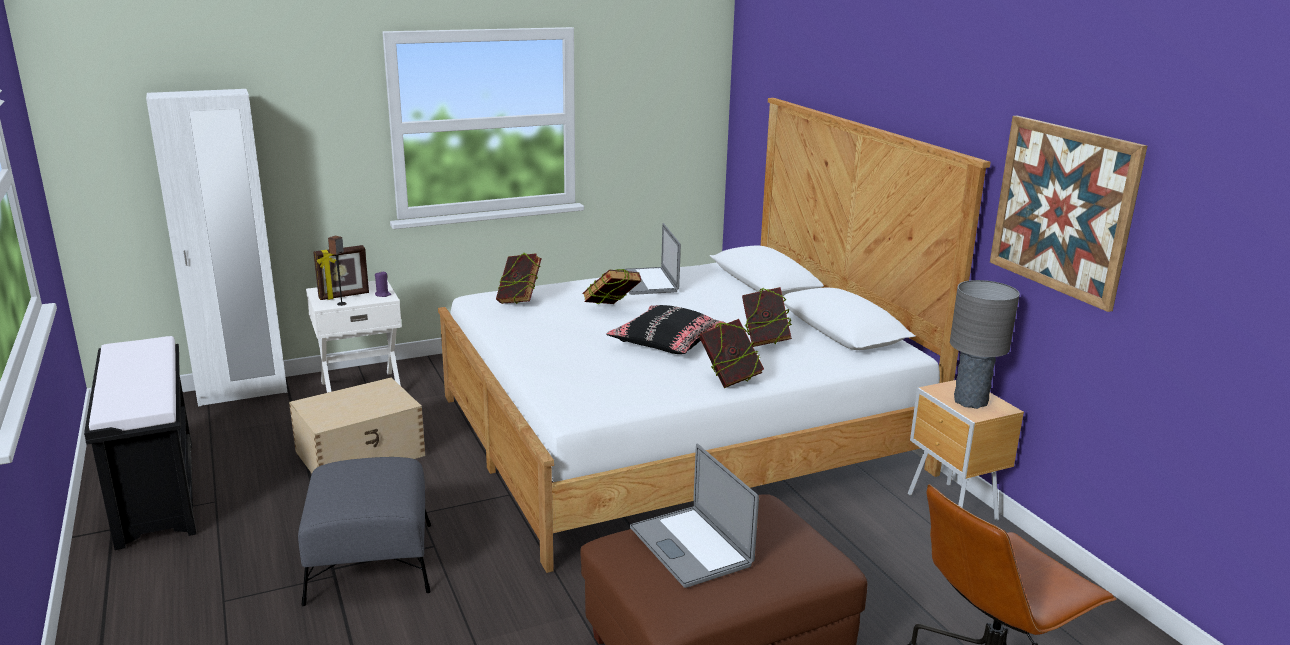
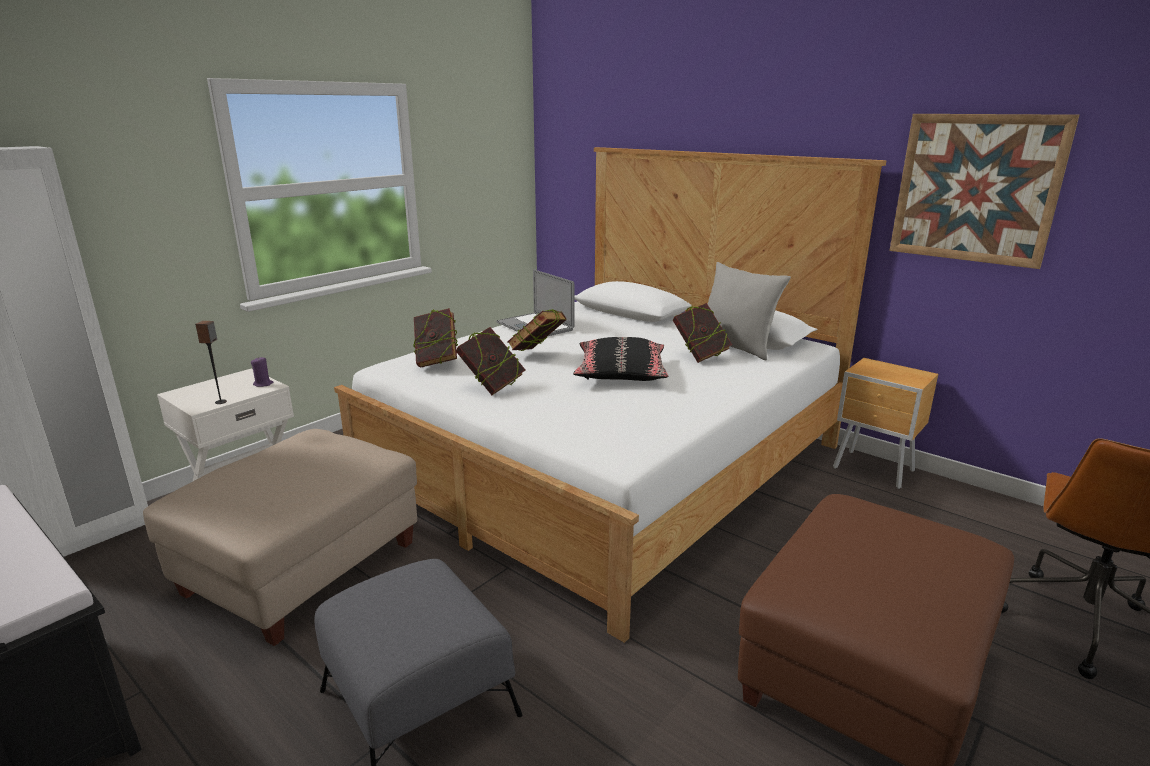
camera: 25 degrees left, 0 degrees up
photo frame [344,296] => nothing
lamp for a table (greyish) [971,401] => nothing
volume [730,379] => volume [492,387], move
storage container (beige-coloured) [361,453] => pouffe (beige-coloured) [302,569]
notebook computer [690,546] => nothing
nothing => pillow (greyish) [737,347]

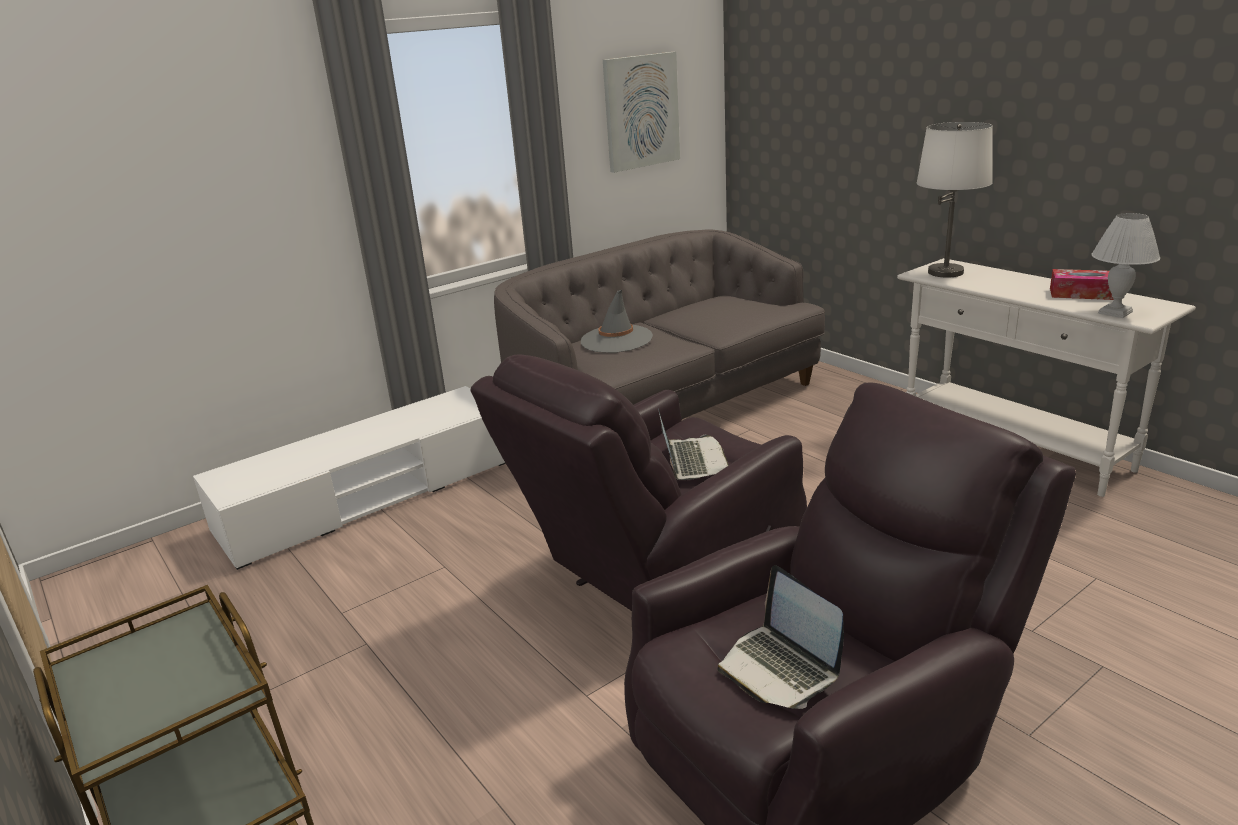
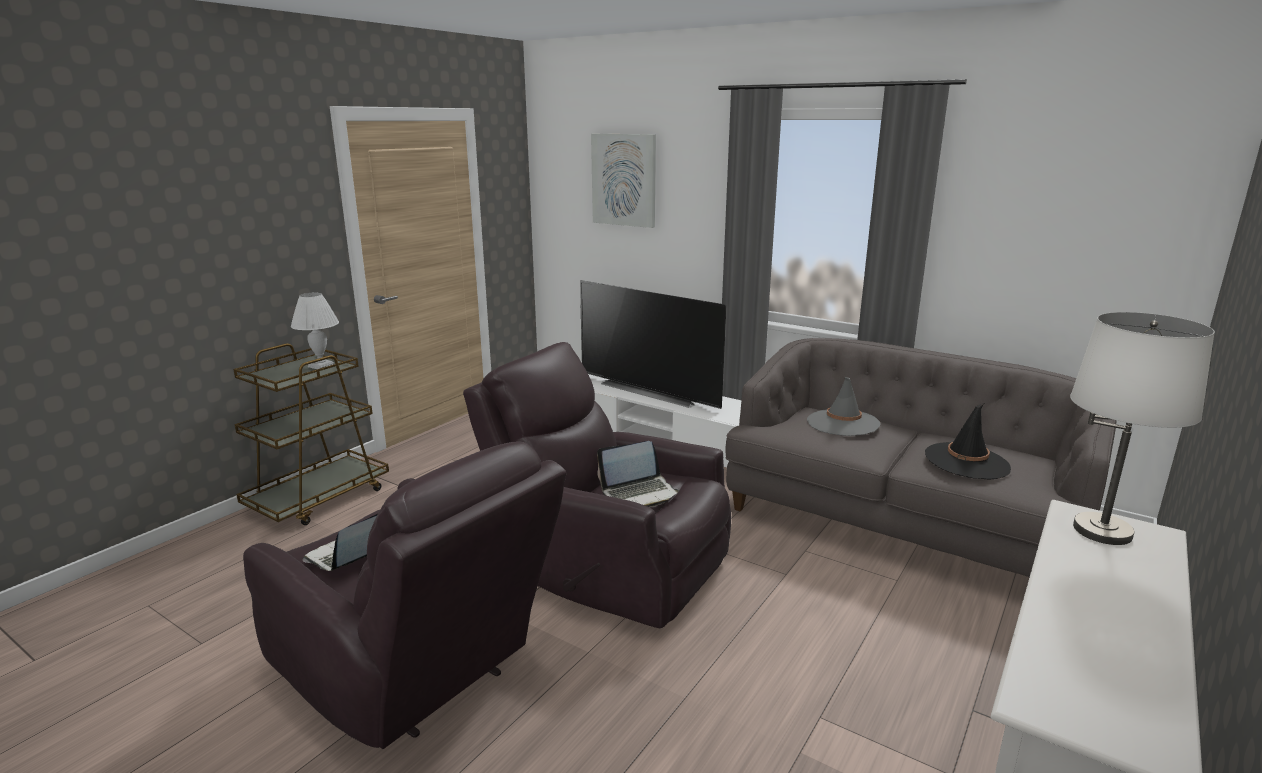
camera: 70 degrees right, 5 degrees down
picture [641,111] => picture [624,180], move
lamp for a table (white-coloured) [1115,312] => lamp for a table (white-coloured) [322,366], move
tissue holder [1083,294] => nothing
nothing => TV [651,391]
nothing => clothing hat (black-coloured) [967,461]

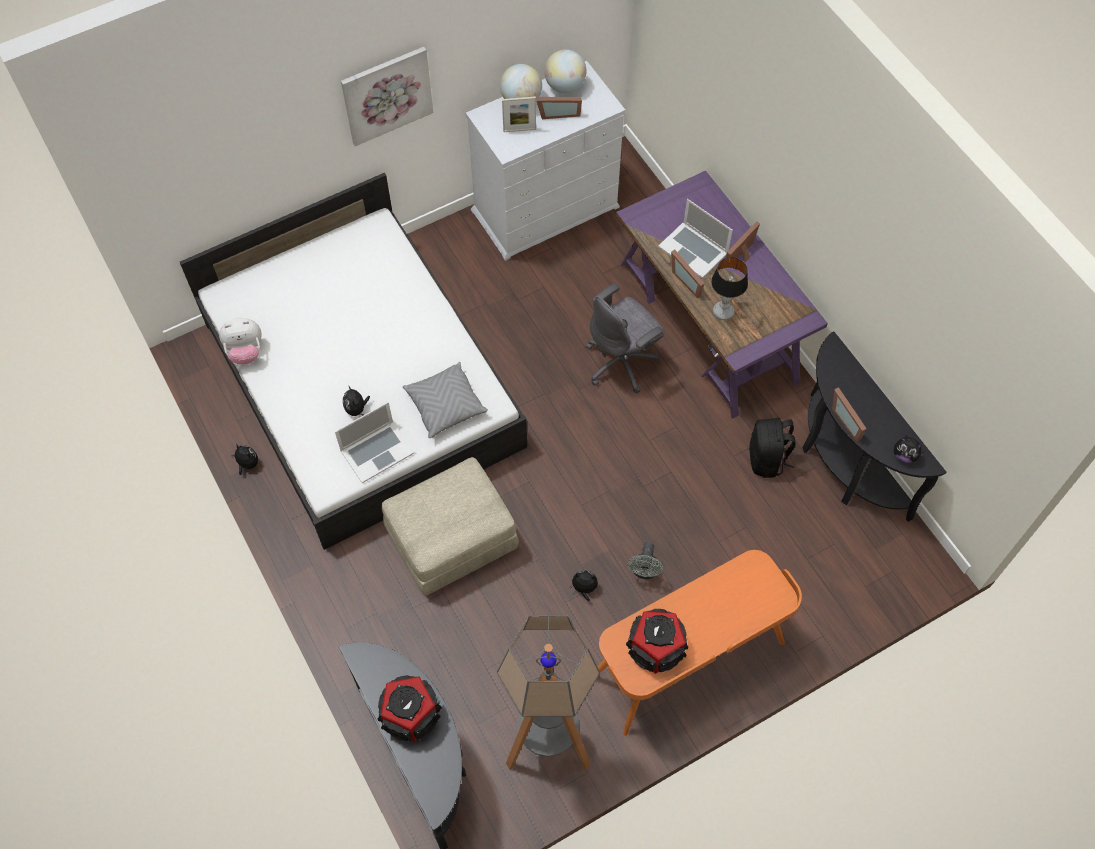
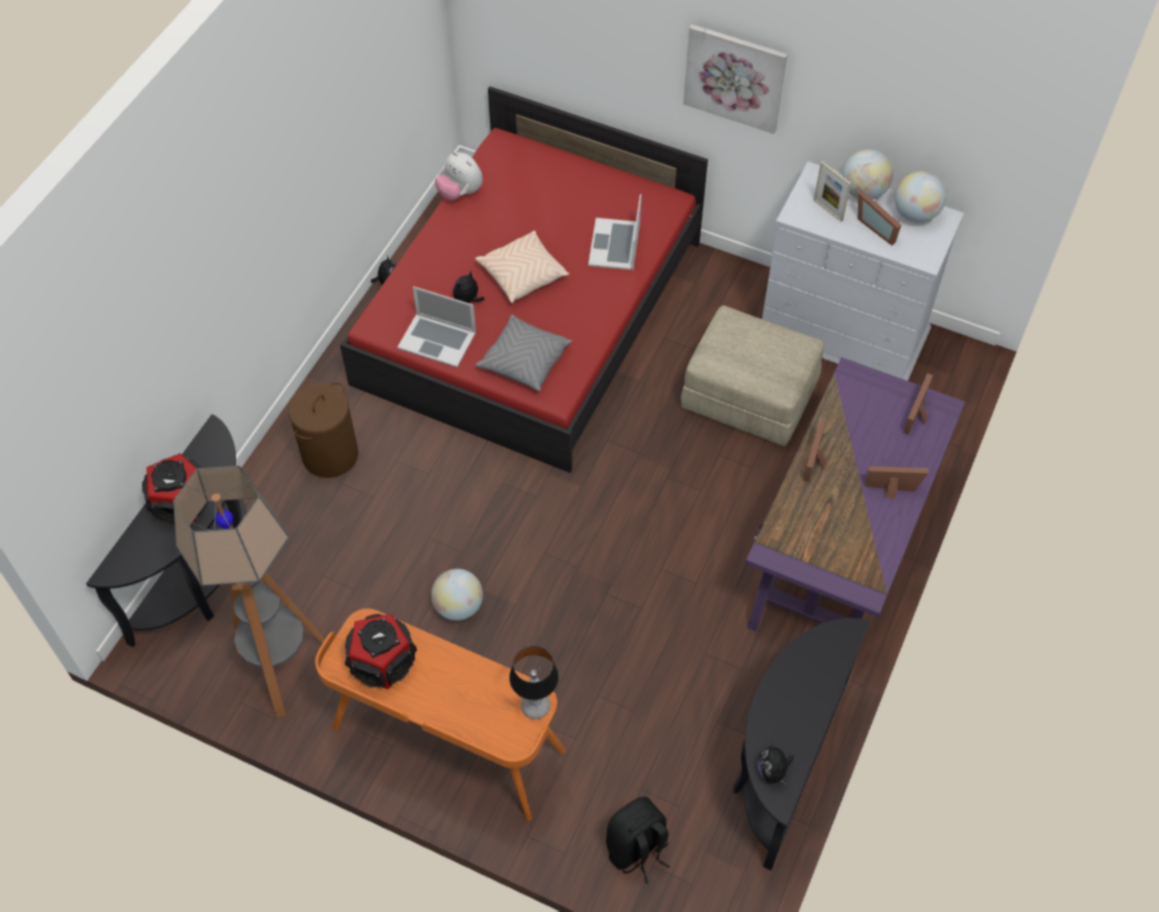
camera: 55 degrees right, 5 degrees down
bedroom bed (white-coloured) [362,385] => bedroom bed (red-coloured) [529,312]
notebook computer [693,249] => notebook computer [615,244], move
lamp for a table [723,312] => lamp for a table [535,707], move
desk chair (greyish) [622,362] => nothing
photo frame [848,420] => photo frame [919,416], move
knapsack (black-coloured) [767,459] => knapsack (black-coloured) [637,849], move
pouffe (beige-coloured) [452,538] => pouffe (beige-coloured) [750,396], move
electric fan (greyish) [644,571] => nothing
cuddly toy [584,588] => world globe [458,606]
nothing => pillow (beige-coloured) [523,274]
nothing => washing basket (brown) [330,455]

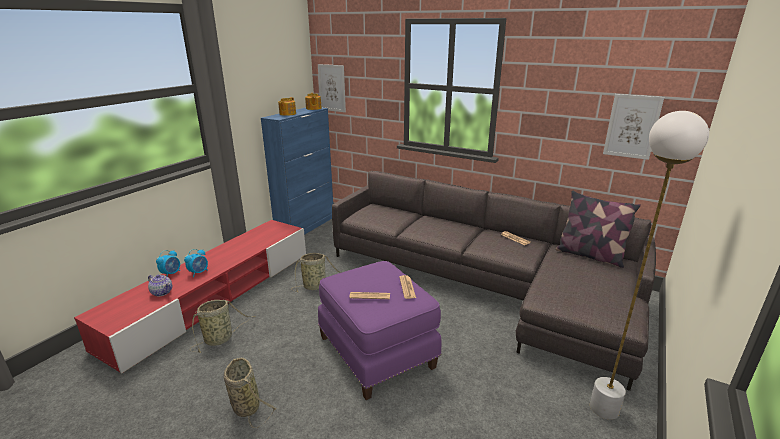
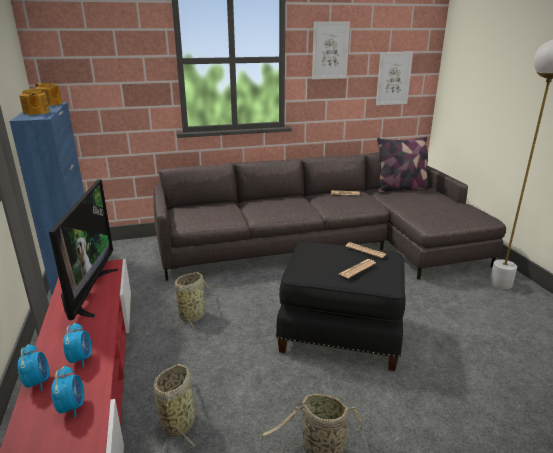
camera: 45 degrees left, 0 degrees up
picture [332,88] => picture [330,50], move
pouffe (purple) [378,351] => pouffe (black-coloured) [340,333]
teapot [162,292] => bedside clock [72,407]
nothing => TV [90,292]

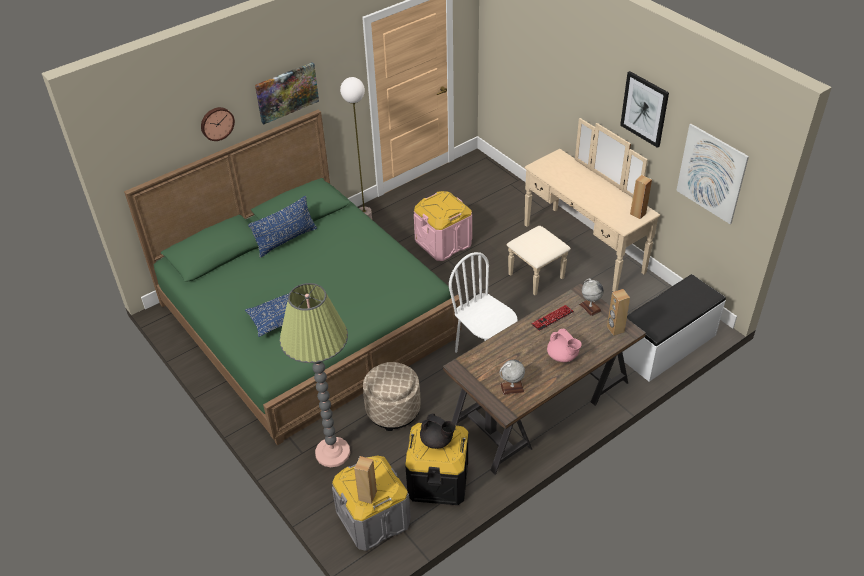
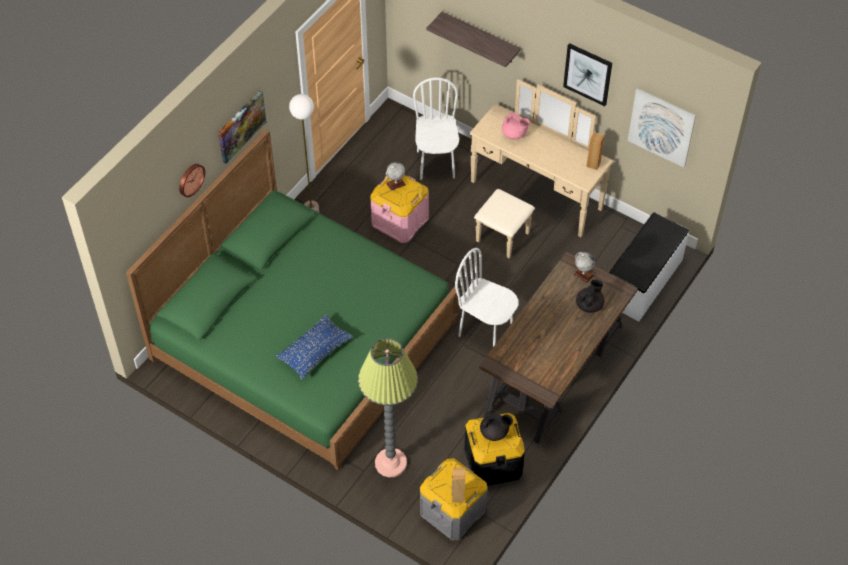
camera: 20 degrees left, 10 degrees up
pillow (blue-coloured) [286,240] => nothing
speaker (brown) [615,329] => nothing
keyboard [552,318] => nothing
teapot (pinkish) [562,356] => teapot (pinkish) [514,134], move
world globe [512,388] => world globe [395,184], move
pouffe (beige-coloured) [393,410] => nothing
nothing => wall shelf [480,38]
nothing => plain chair (white-coloured) [436,164]
nothing => teapot (black-coloured) [589,305]

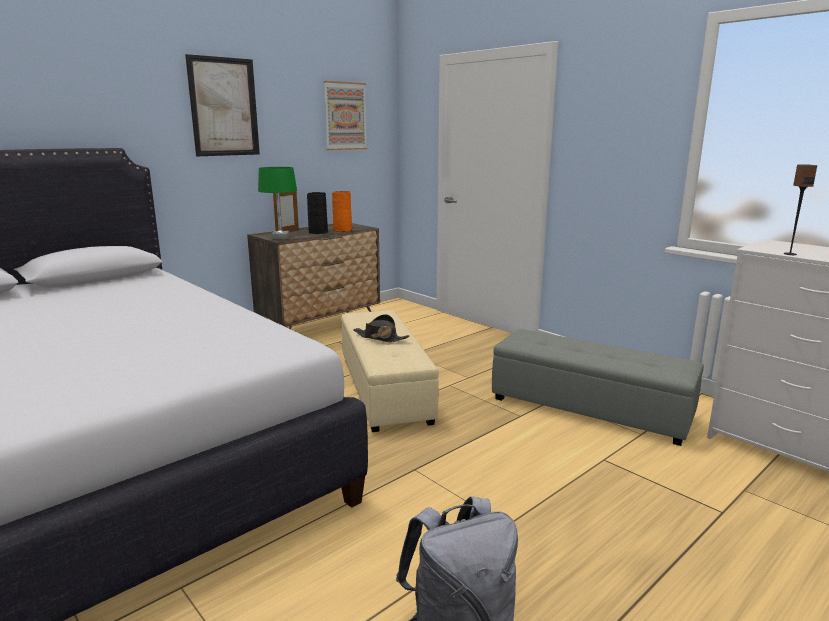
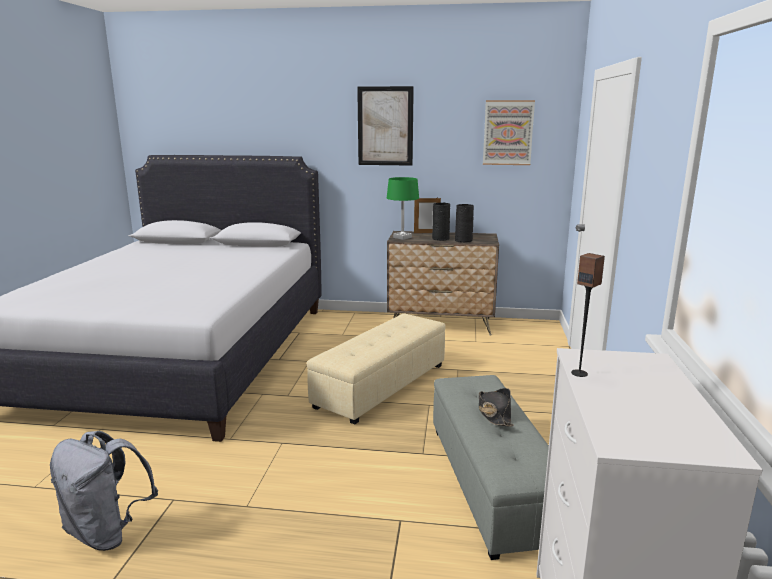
camera: 50 degrees right, 0 degrees up
decorative vase (orange) [343,230] => decorative vase (black-coloured) [464,241]
clothing hat (black-coloured) [380,337] => clothing hat (black-coloured) [494,413], move

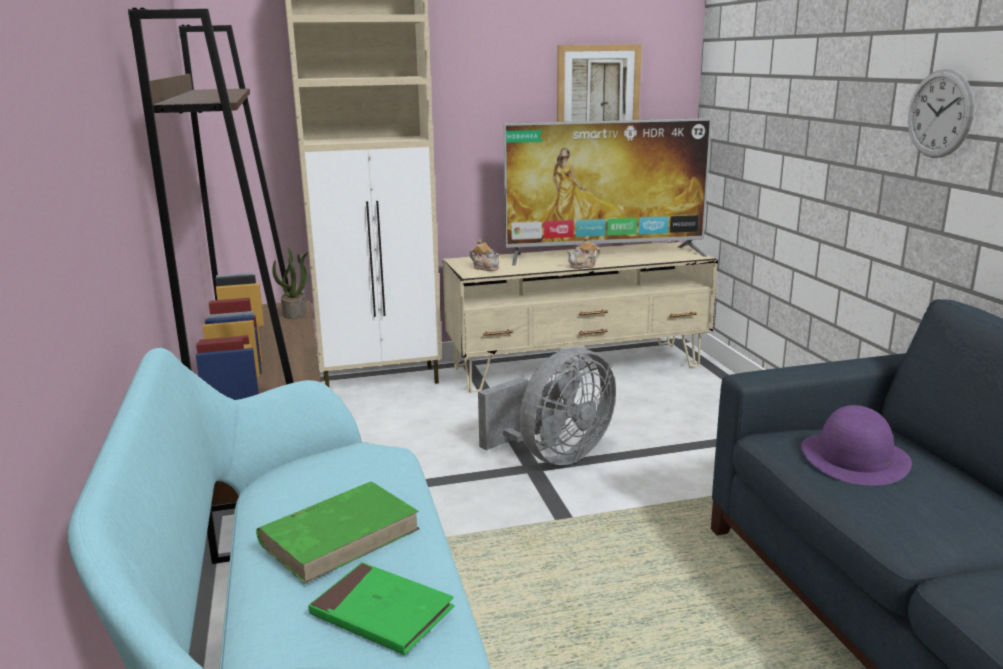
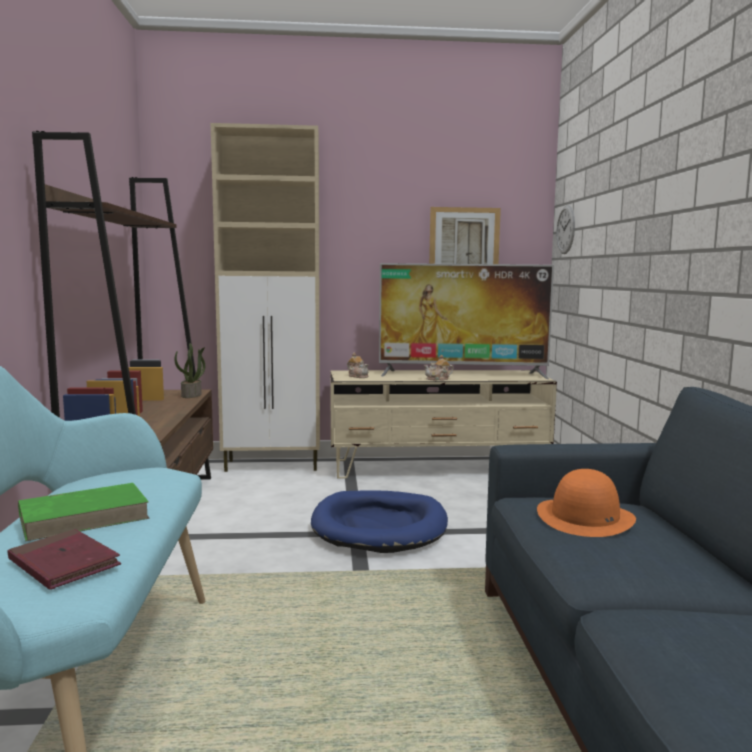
camera: 10 degrees right, 10 degrees down
wall clock [939,114] => wall clock [566,229], move
electric fan (greyish) [554,456] => dog cushion (blue-coloured) [379,526]
clothing hat (purple) [854,458] => clothing hat (orange) [585,517]
volume (green) [382,613] => volume (red-coloured) [64,564]

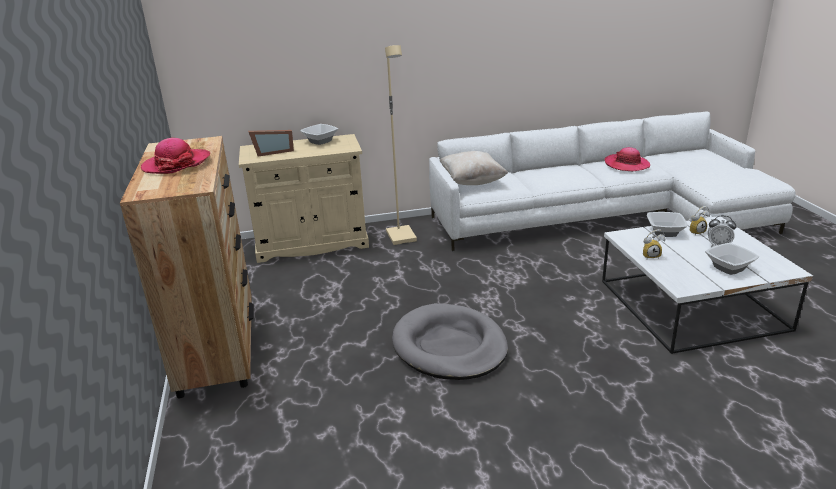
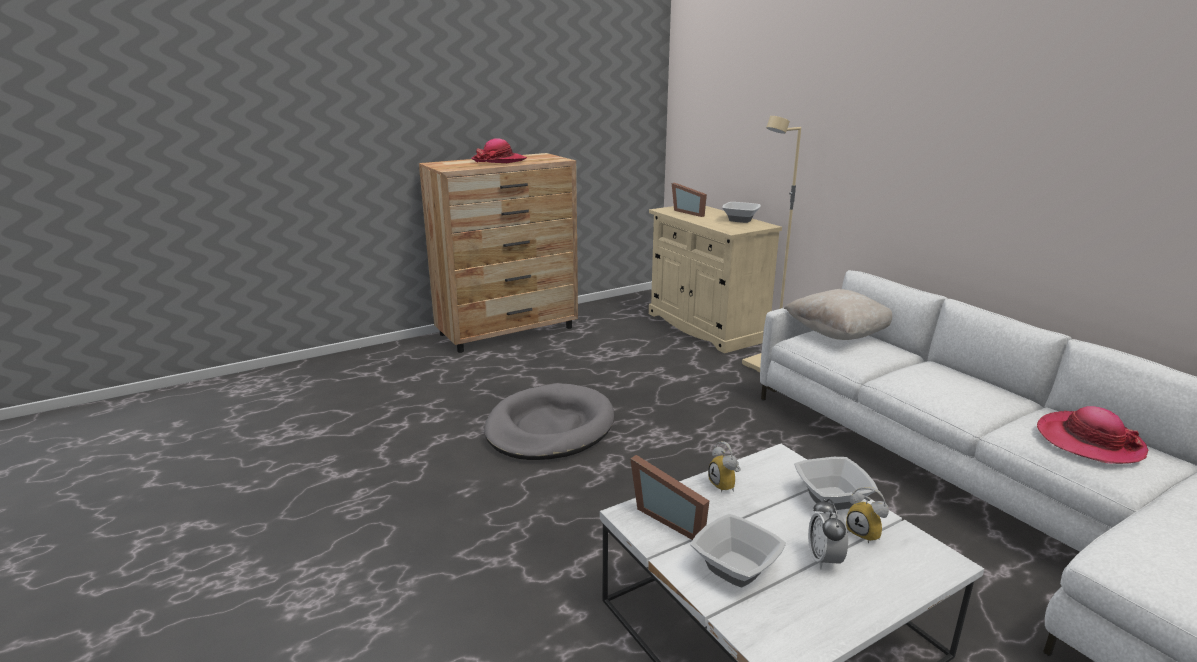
camera: 70 degrees right, 5 degrees down
nothing => photo frame [671,518]

